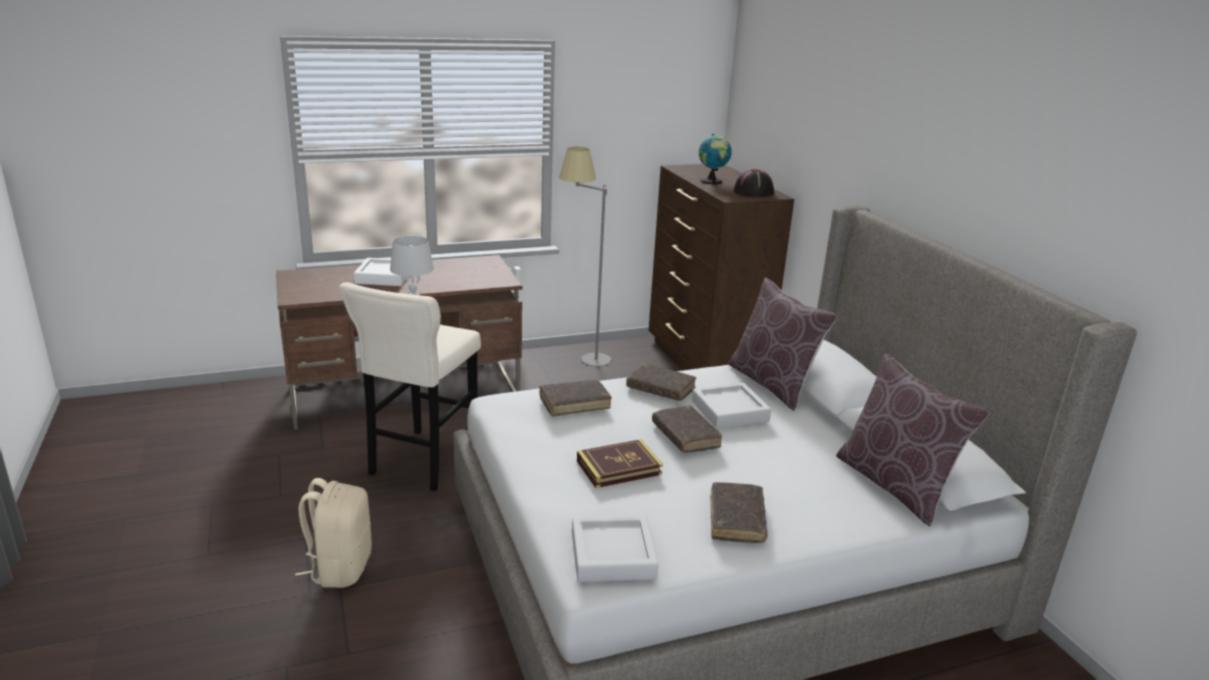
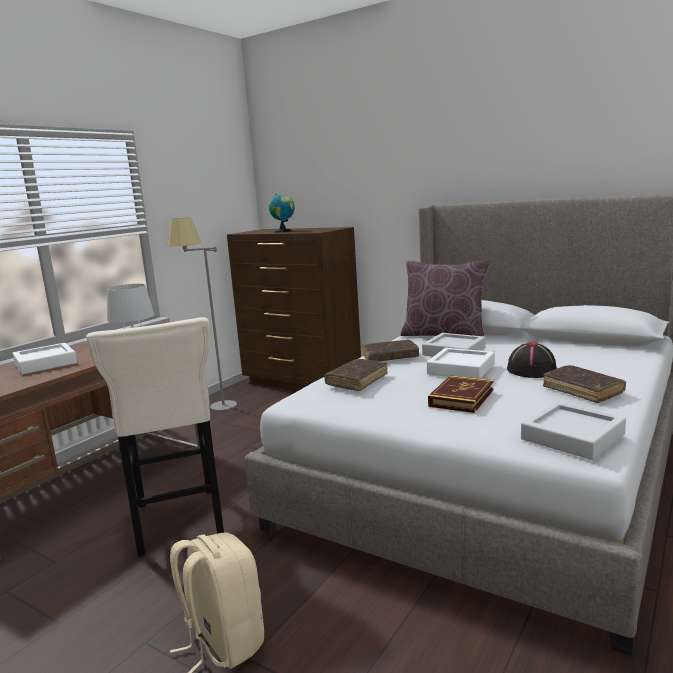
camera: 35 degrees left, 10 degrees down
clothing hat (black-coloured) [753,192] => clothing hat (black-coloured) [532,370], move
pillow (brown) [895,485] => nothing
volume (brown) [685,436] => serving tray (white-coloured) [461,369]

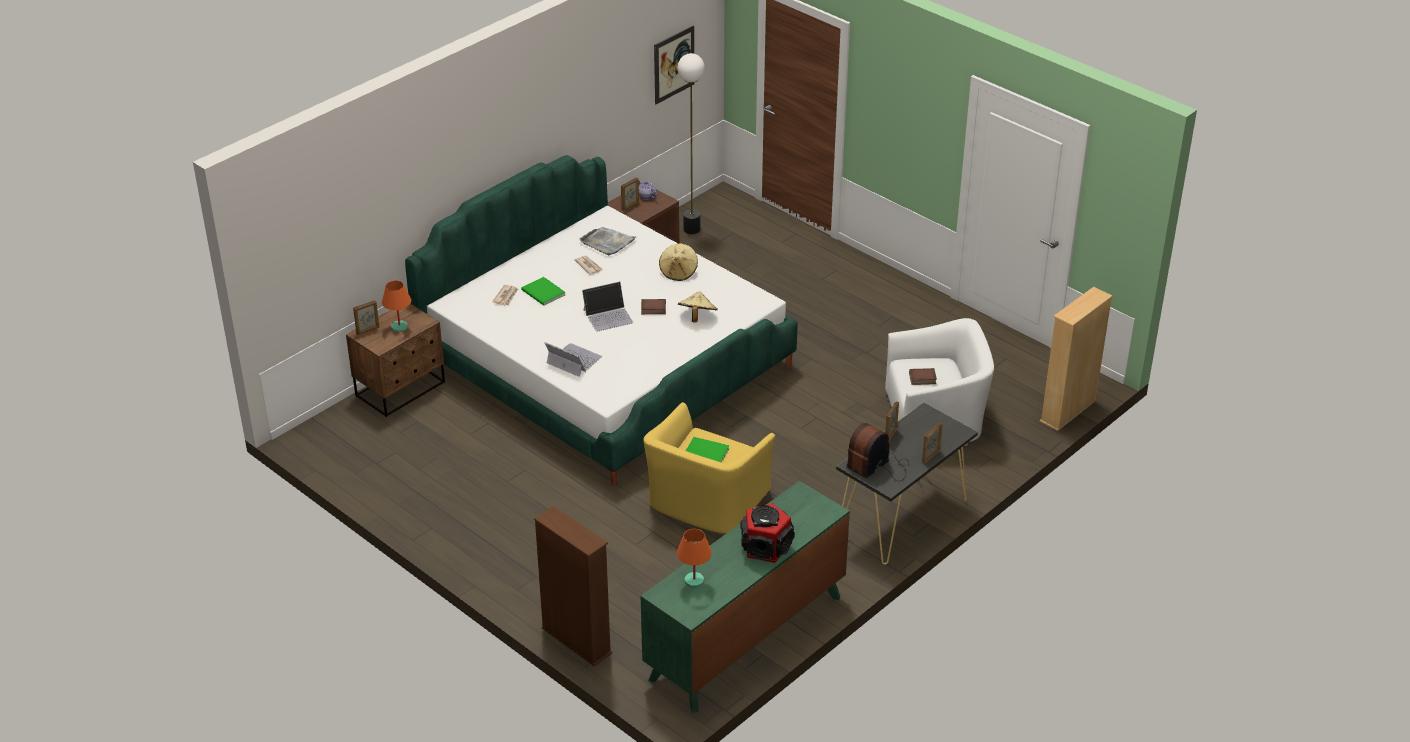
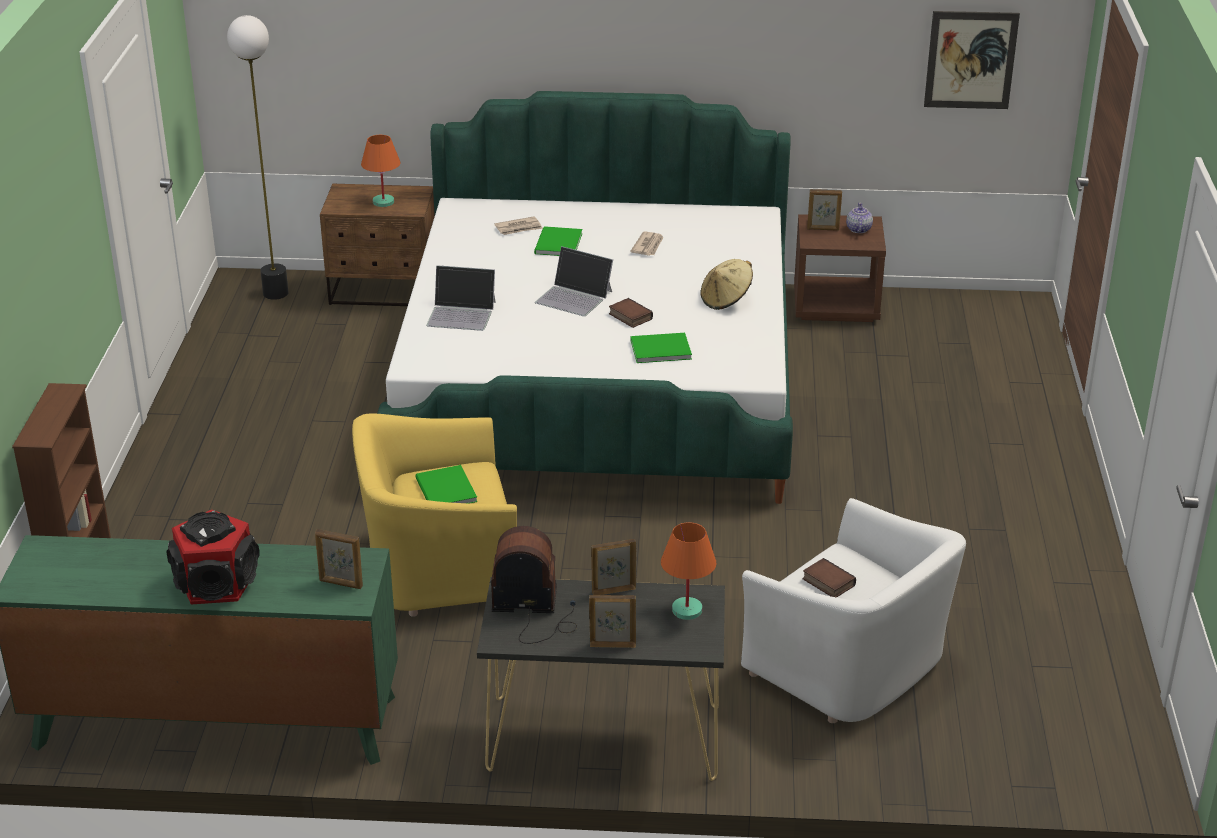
camera: 50 degrees right, 5 degrees down
floor lamp [691,229] => floor lamp [276,293], move
serving tray (greyish) [607,242] => nothing
bookcase (beige-coloured) [1068,411] => nothing
clothing hat (beige-coloured) [697,317] => volume (green) [658,349]
photo frame [368,330] => photo frame [340,584], move
notebook computer [573,360] => notebook computer [462,313], 105 degrees clockwise
lamp for a table (orange) [694,580] => lamp for a table (orange) [687,609], move

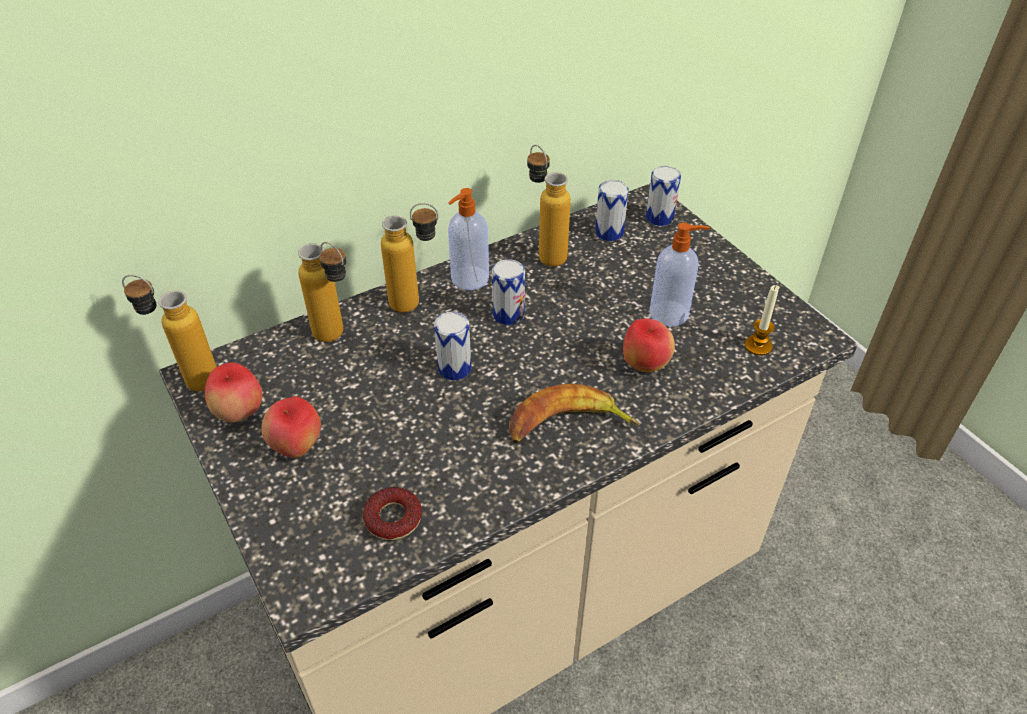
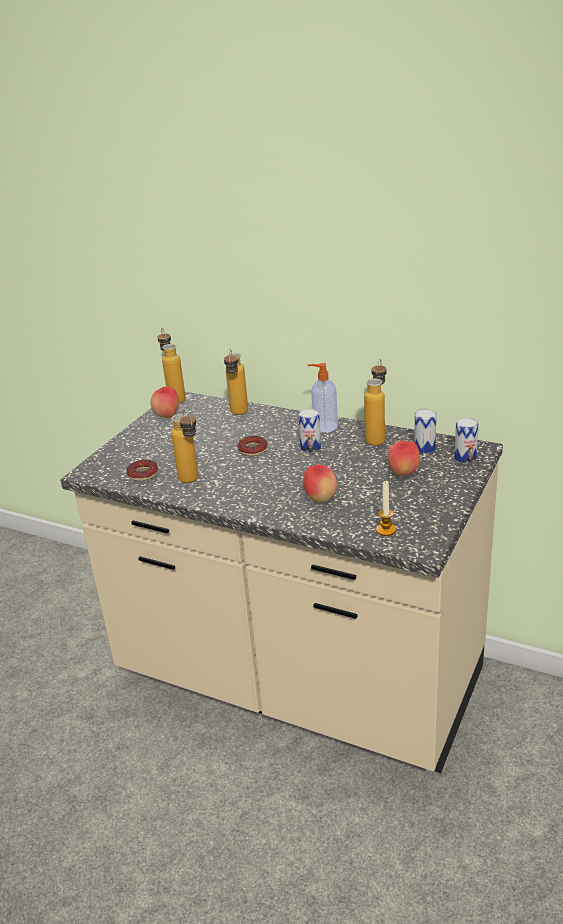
camera: 60 degrees right, 15 degrees down
bottle [417,304] => bottle [192,482], move
liquid soap bottle [670,313] => nothing
metal can [454,368] => ring doughnut [252,450]
whole banana [568,426] => nothing
apple [297,447] => apple [403,473], move

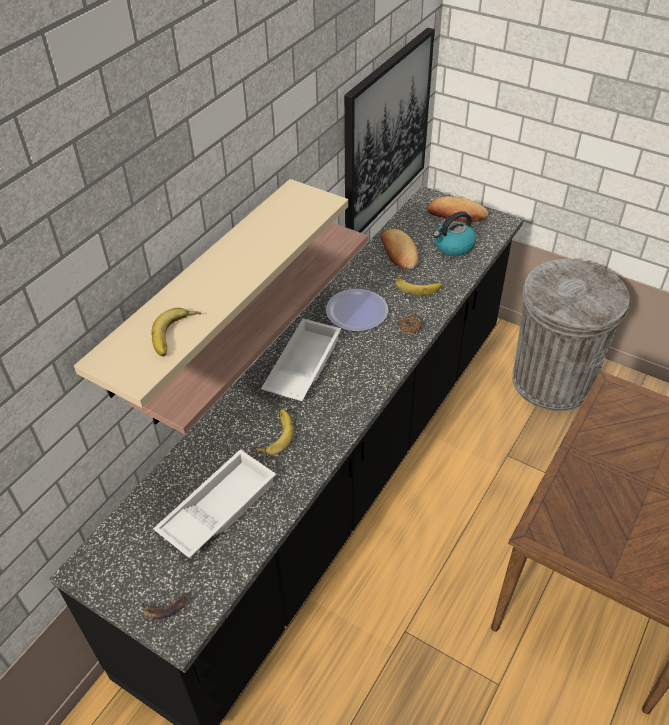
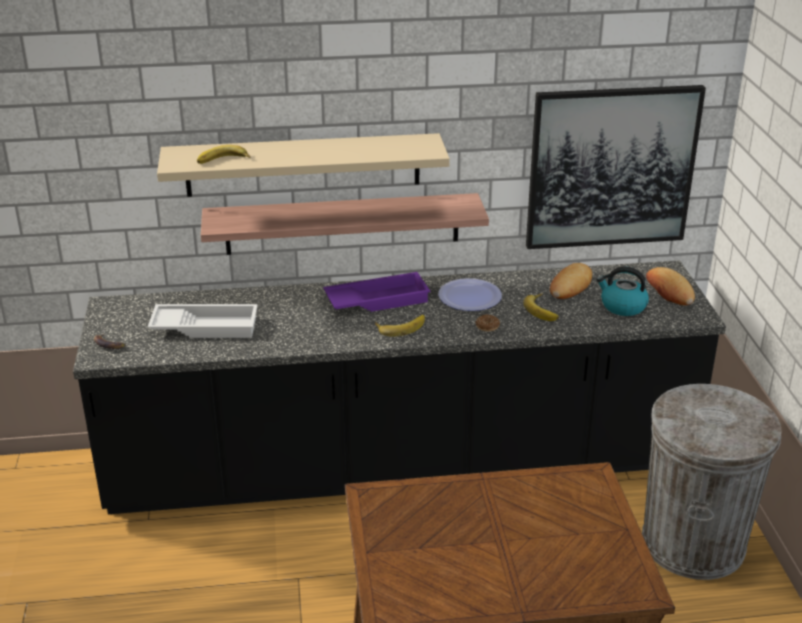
camera: 50 degrees right, 15 degrees down
serving tray (white-coloured) [302,366] => serving tray (purple) [377,299]
whole banana [274,435] => whole banana [400,326], move

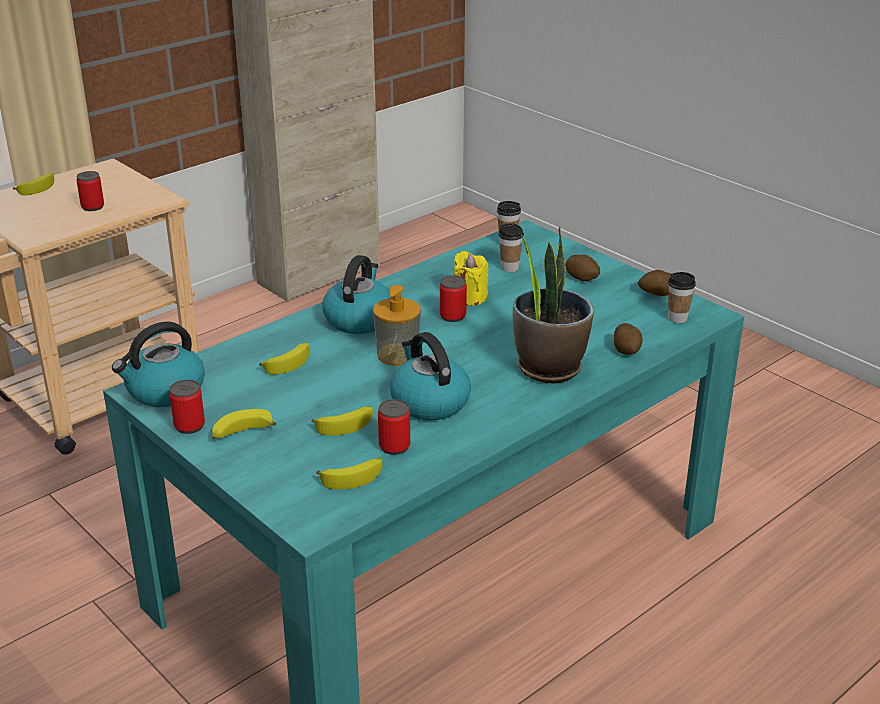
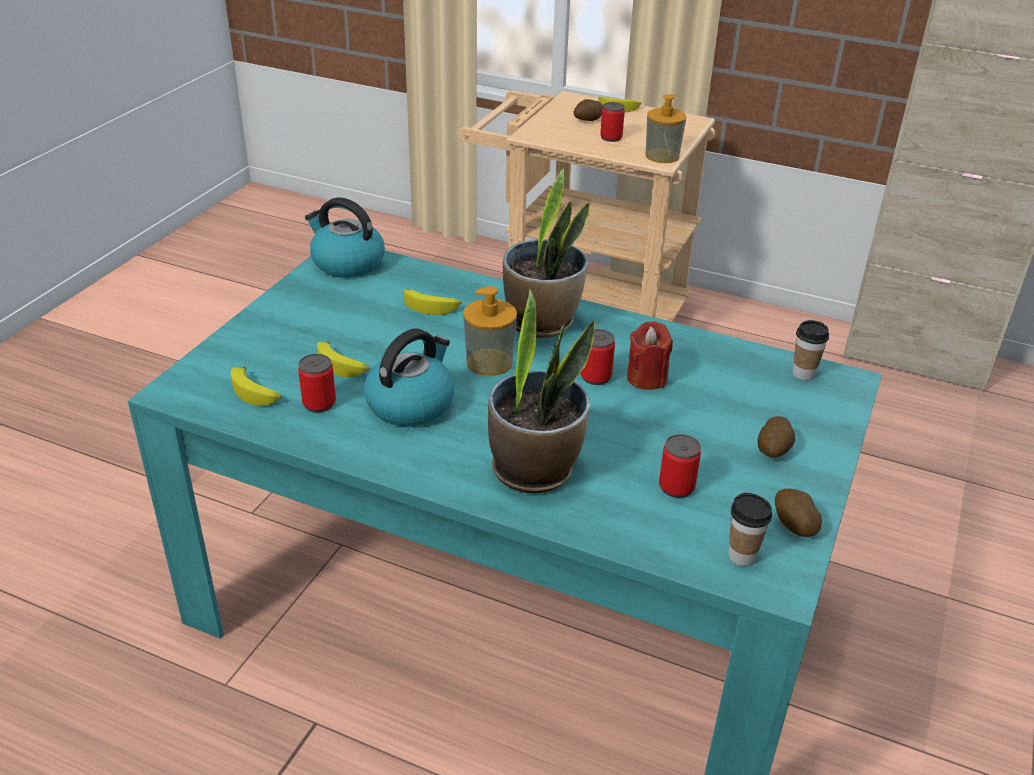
camera: 65 degrees right, 5 degrees up
cup [510,268] => nothing
candle (yellowish) [470,297] => candle (red-coloured) [646,378]
water kettle [359,319] => potted plant [542,322]
whole potato [627,350] => whole potato [587,120], move
metal can [189,426] => metal can [676,487], move
whole banana [241,433] => nothing
nothing => liquid soap bottle [662,156]

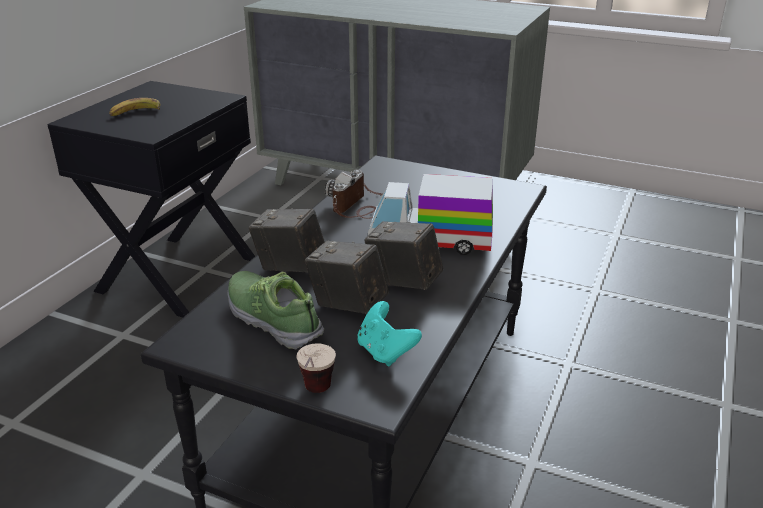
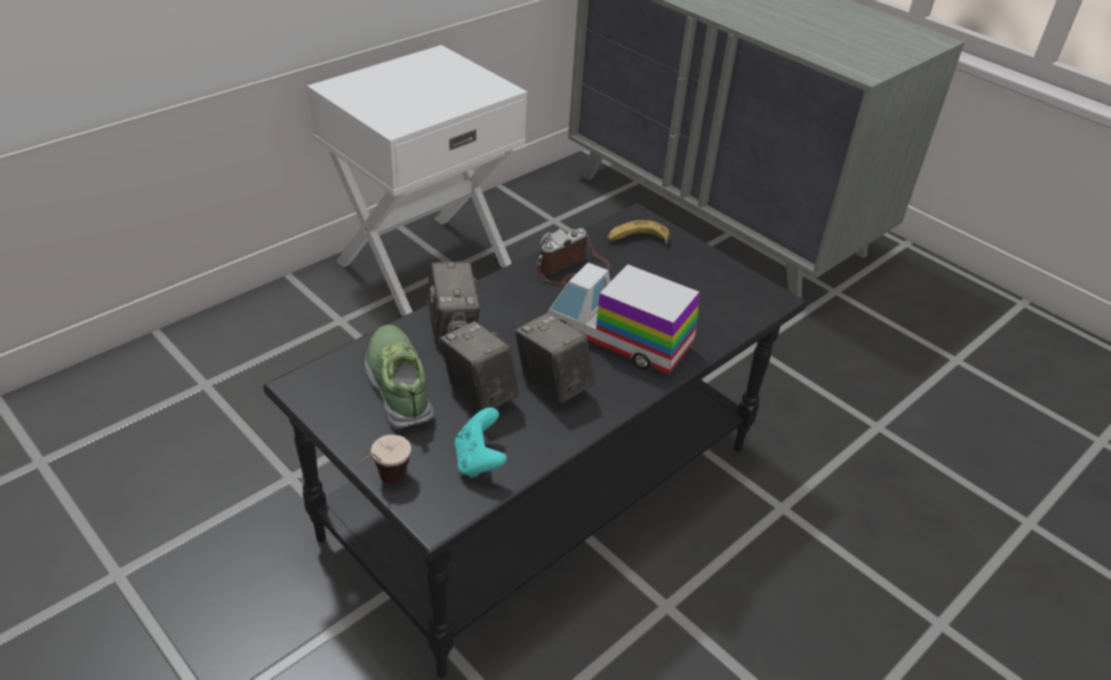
camera: 20 degrees right, 10 degrees up
nightstand (black-coloured) [176,274] => nightstand (white-coloured) [424,264]
whole banana [135,113] => whole banana [637,240], move
photo camera [290,267] => photo camera [453,329], 150 degrees counterclockwise

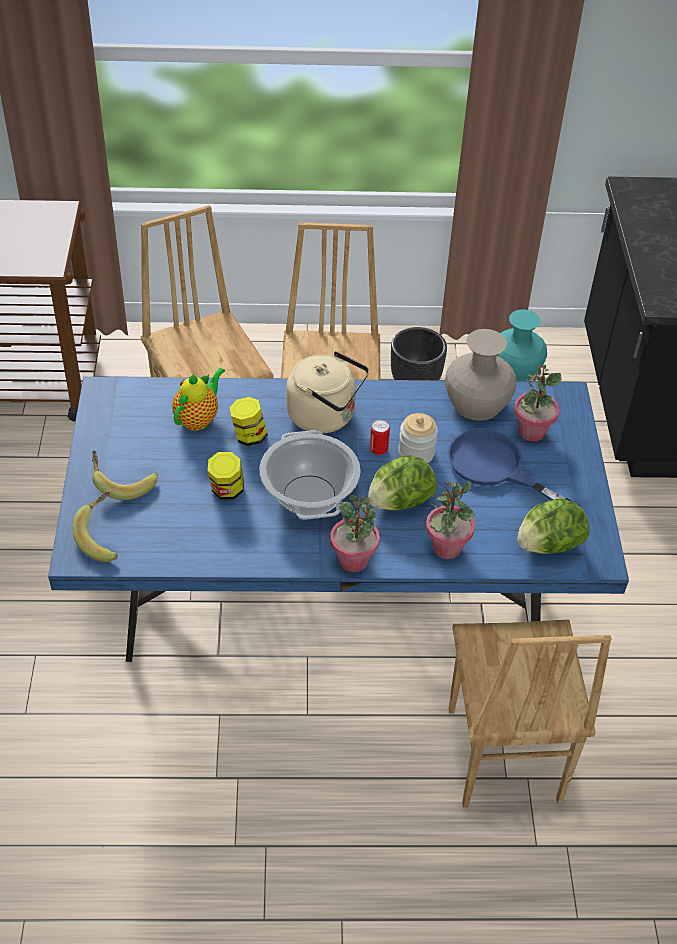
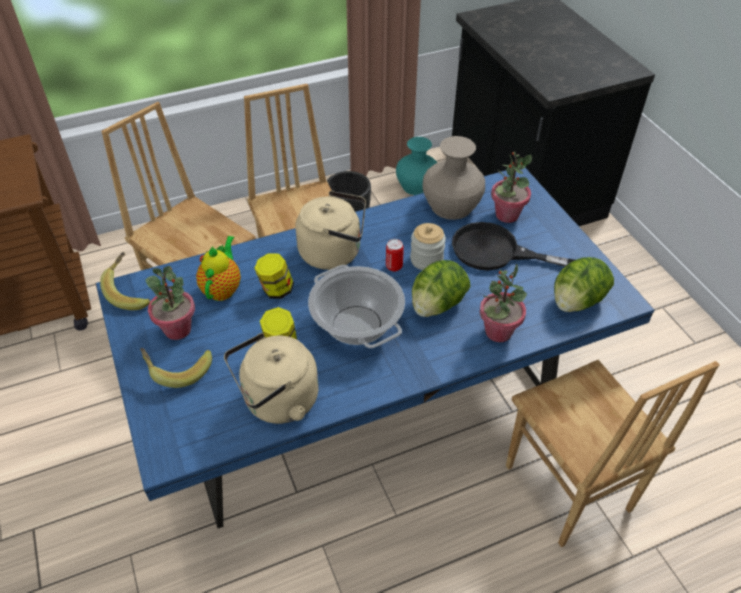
camera: 20 degrees left, 0 degrees up
pan (blue-coloured) [496,468] => pan (black-coloured) [497,252]
whole banana [103,537] => whole banana [131,292], move
potted plant [353,560] => potted plant [178,329], move
nothing => water kettle (beige-coloured) [277,401]

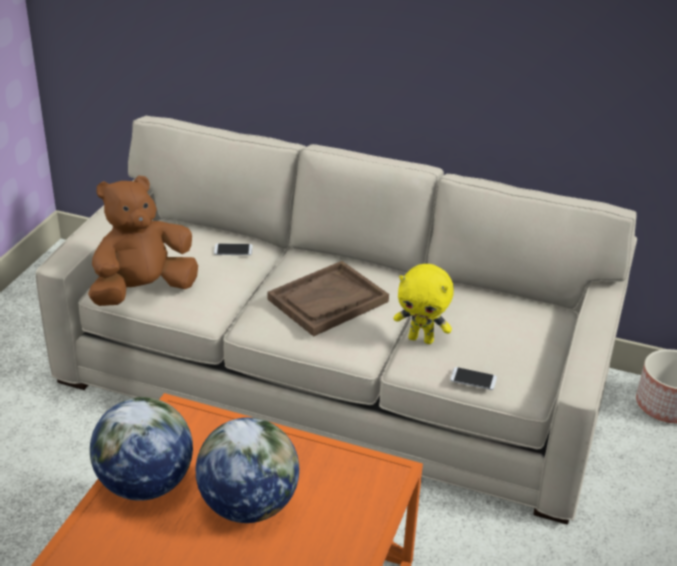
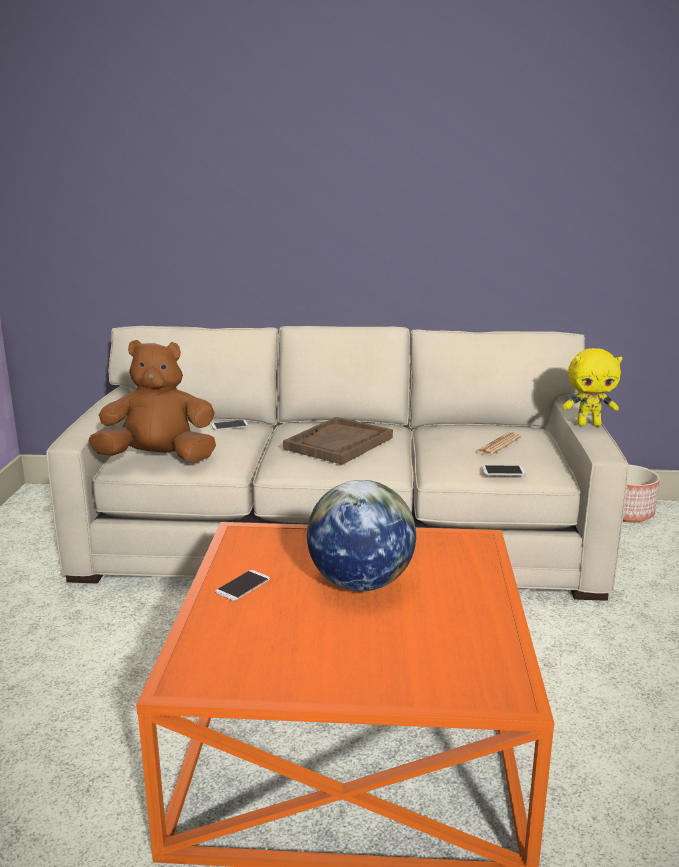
camera: 15 degrees left, 15 degrees down
cuddly toy (brown) [143,291] => cuddly toy (brown) [159,459], 45 degrees clockwise
cuddly toy (yellowish) [421,339] => cuddly toy (yellowish) [588,424], move
world globe [145,484] => phone [243,586]
nothing => newspaper [498,445]

